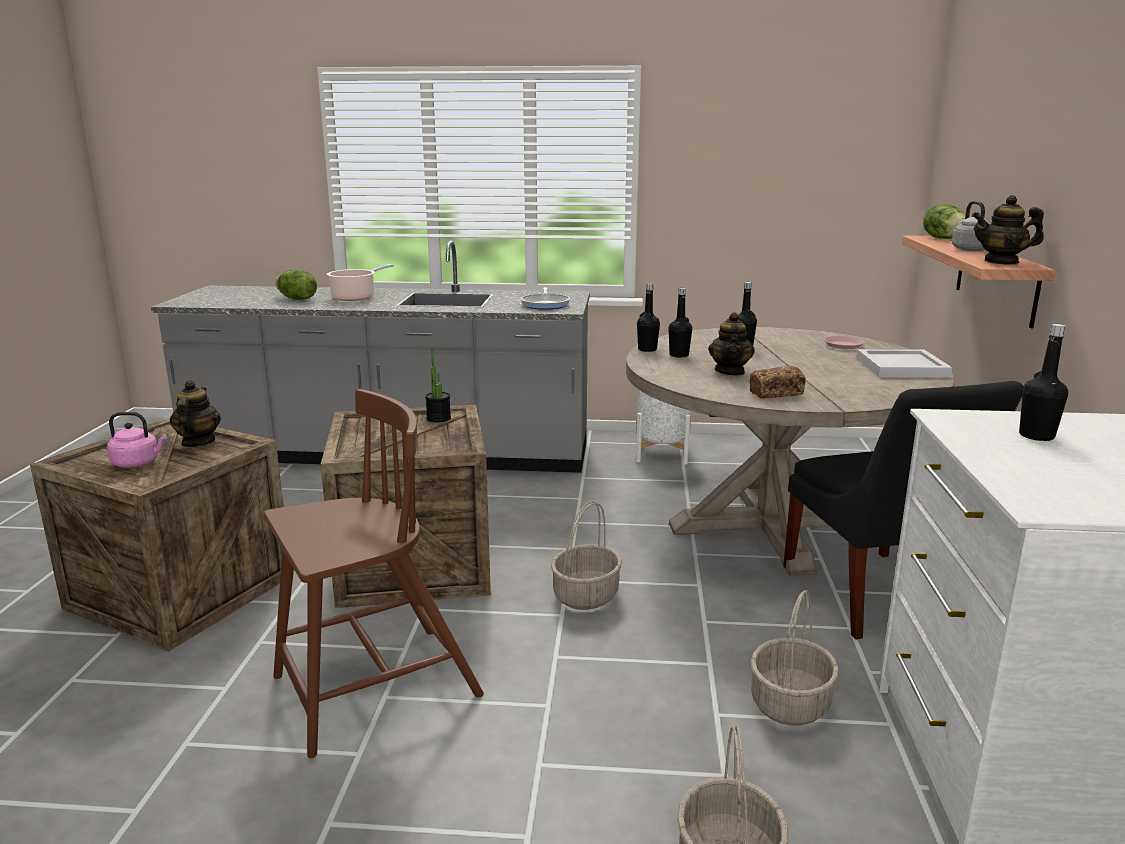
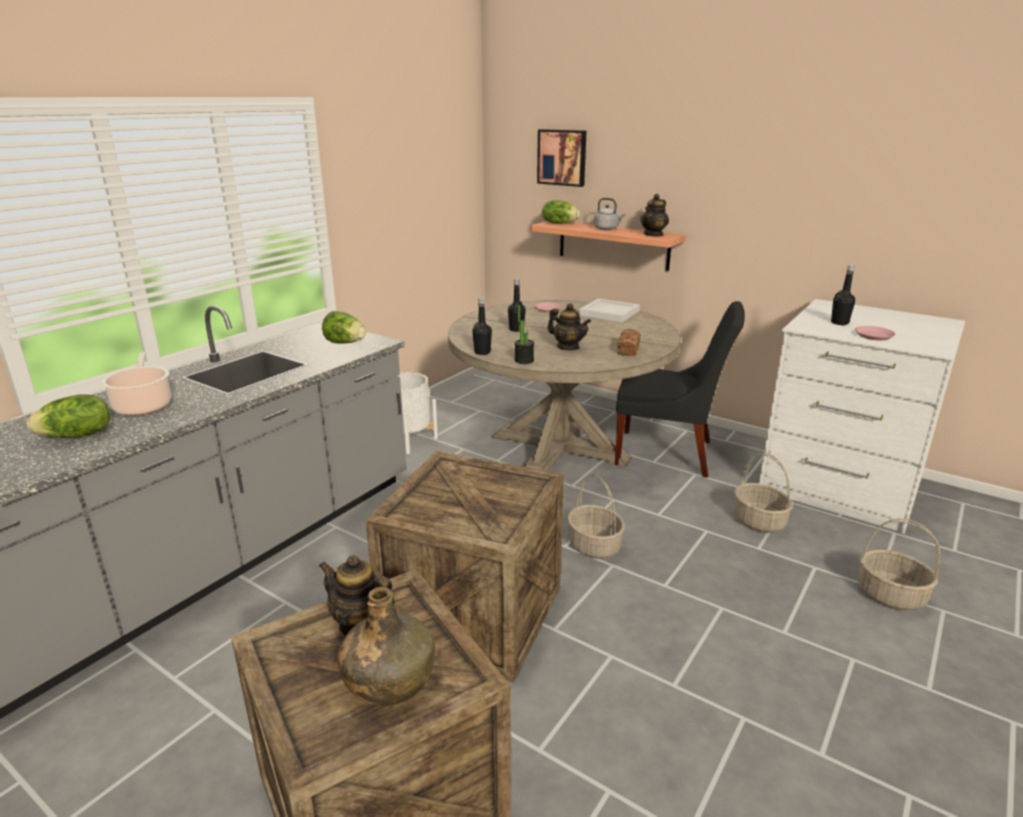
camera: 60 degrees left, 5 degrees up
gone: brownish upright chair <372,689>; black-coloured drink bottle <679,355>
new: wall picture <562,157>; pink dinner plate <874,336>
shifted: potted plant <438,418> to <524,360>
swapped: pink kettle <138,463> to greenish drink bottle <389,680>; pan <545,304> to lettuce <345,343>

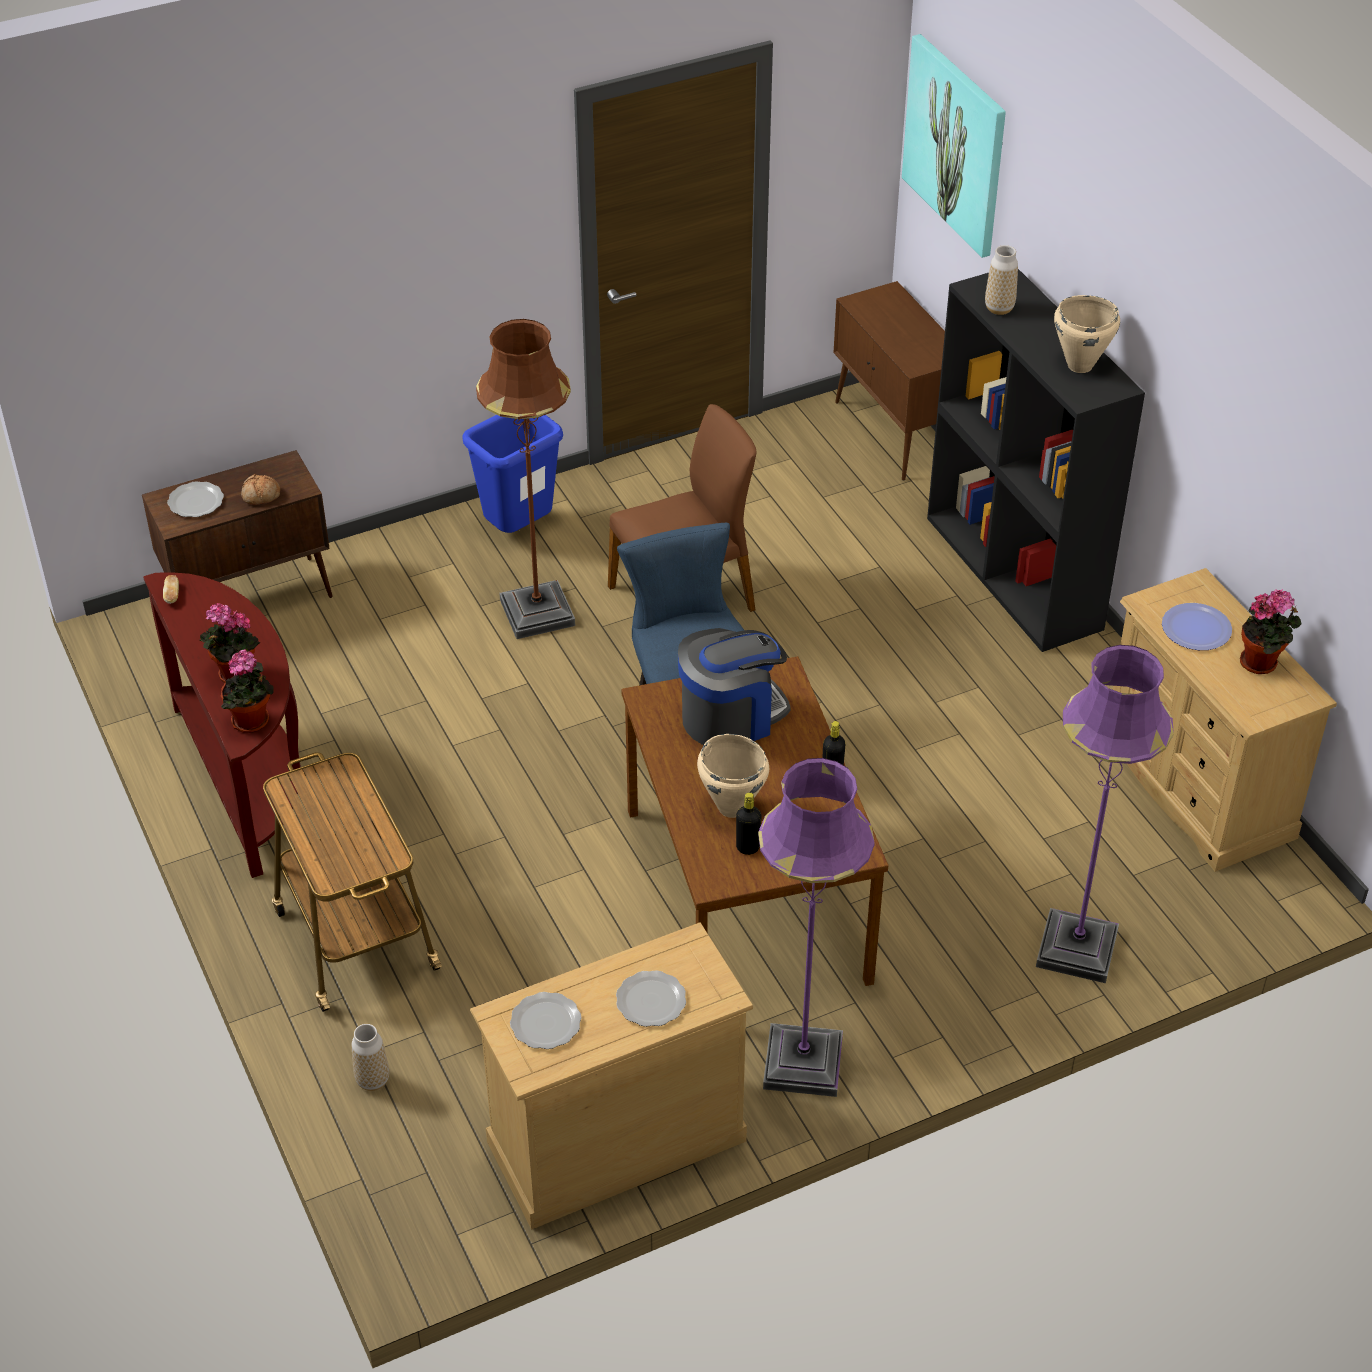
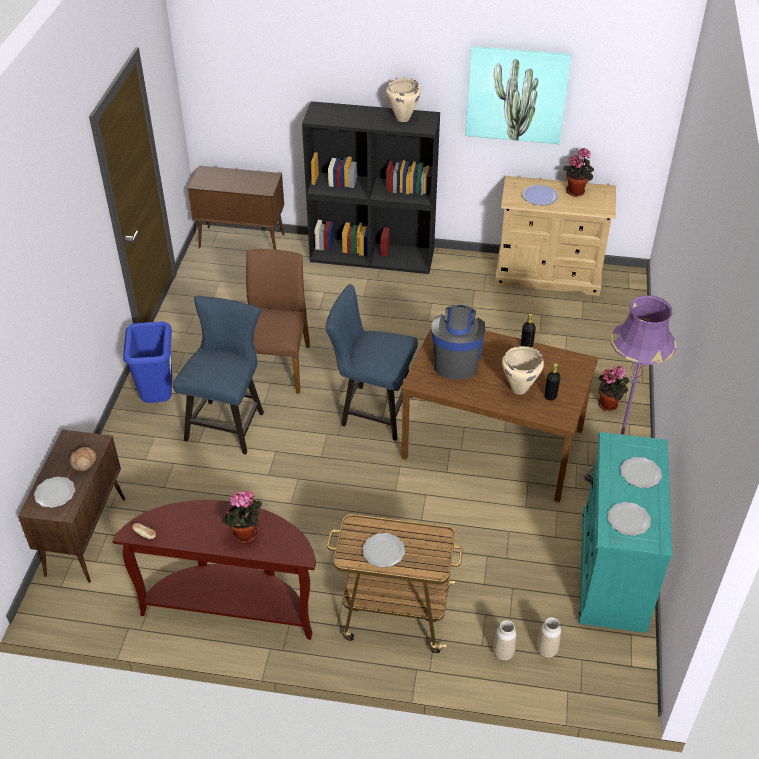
camera: 55 degrees left, 0 degrees up
gone: purplish standard lamp <1076,949>
new: dinner plate <383,552>
shifted: potted plant <252,723> to <609,404>; wall picture <956,144> to <516,94>; vase <999,308> to <546,650>
swapped: brownish standard lamp <537,613> to blue-coloured upright chair <228,422>
repainted: beige-coloured dresser <615,1141> to turquoise dresser <612,571>

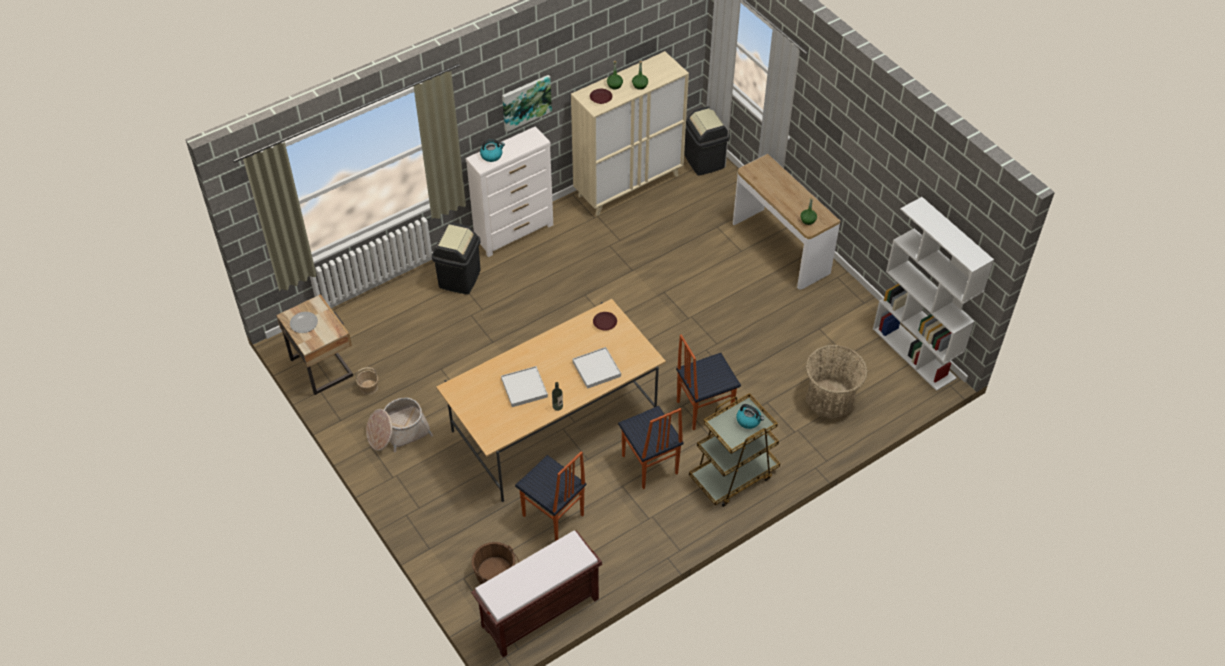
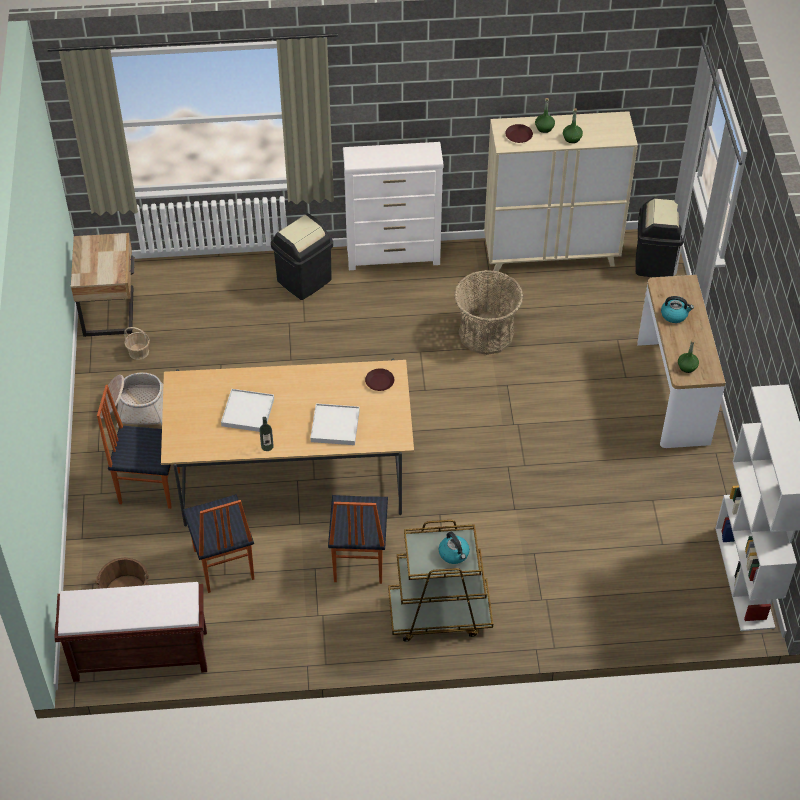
camera: 30 degrees right, 0 degrees up
gone: dinner plate <304,323>; wall picture <526,102>
shifted: kettle <492,155> to <674,315>; upright chair <703,408> to <149,486>; household basket <830,399> to <486,333>

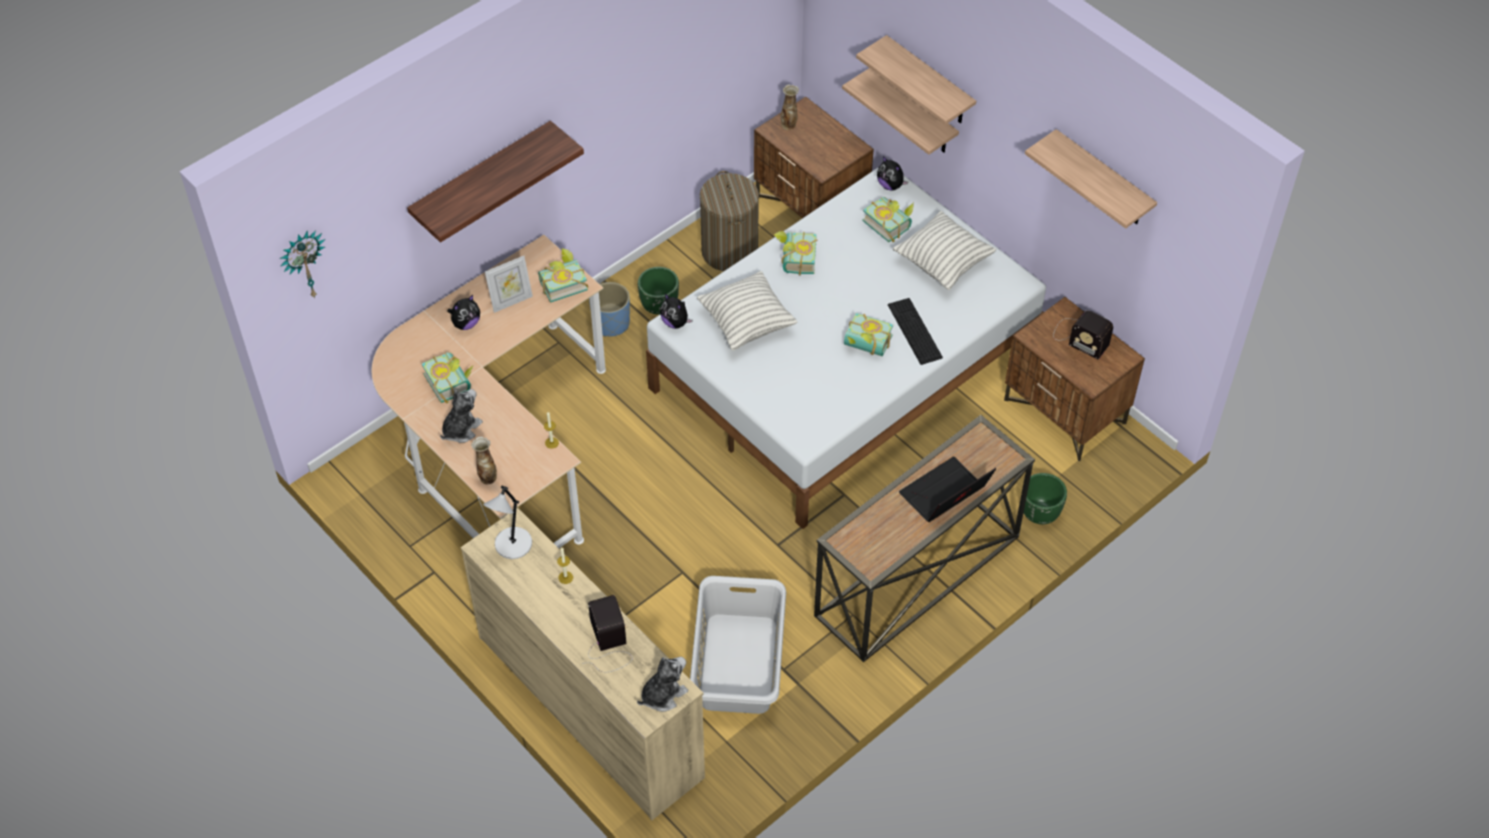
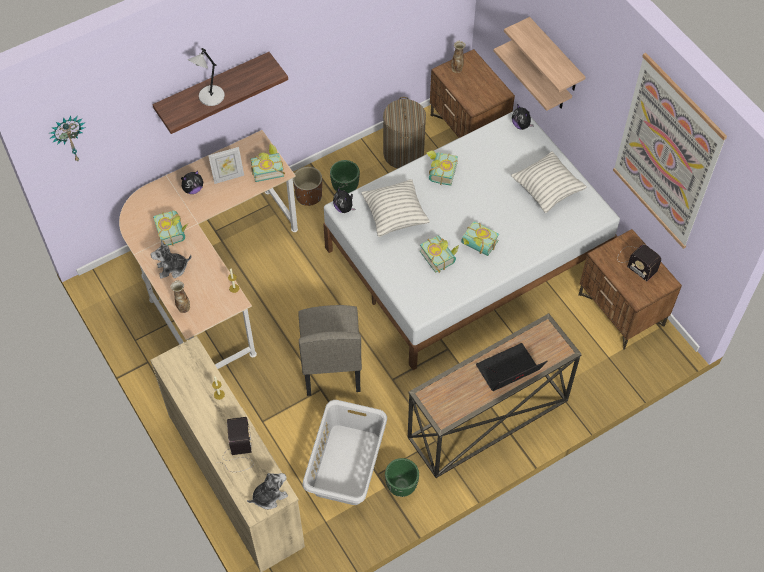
camera: 10 degrees right, 5 degrees up
gone: keyboard <914,331>
new: beige-coloured upright chair <331,364>
shifted: greyish lamp for a table <512,545> to <210,97>; bound book <890,223> to <440,256>; greenish planter <1040,514> to <401,486>
swapped: shelf <1102,180> to wall picture <666,154>
repainted: blue-coloured planter <611,323> to brownish planter <309,195>
rotated: plush toy <461,429> = <172,268> 150 degrees counterclockwise

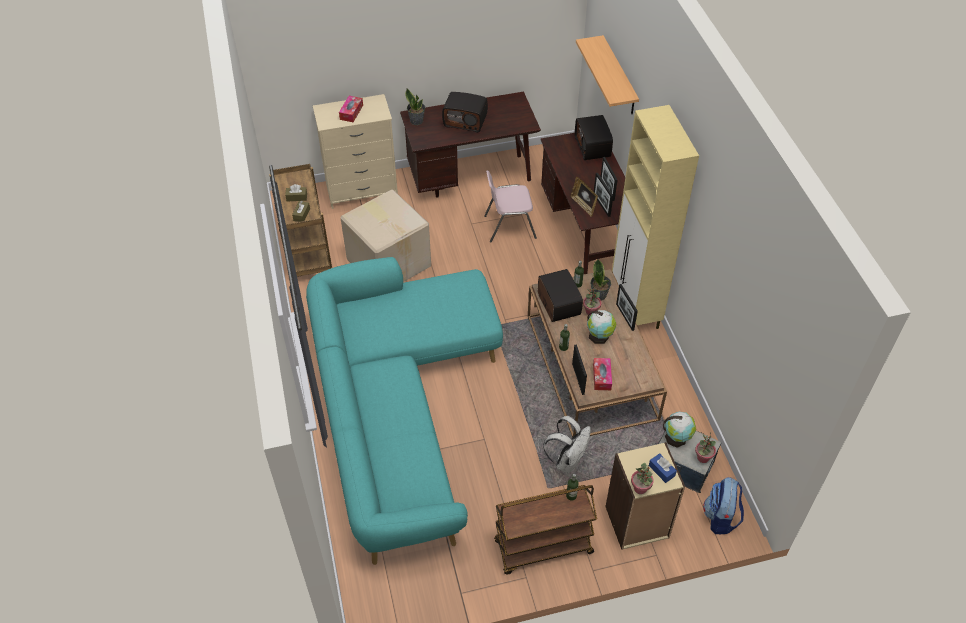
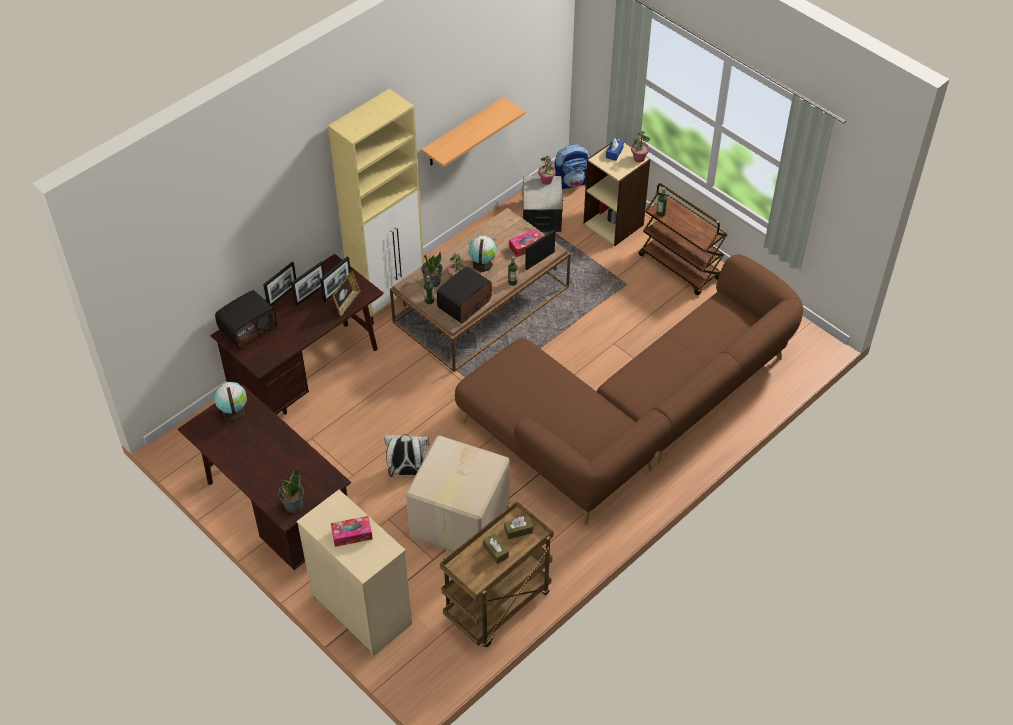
camera: 120 degrees left, 0 degrees up
gone: radio set <465,121>; pink upright chair <509,226>
shifted: white-coloured rucksack <567,460> to <407,471>; shelf <619,77> to <463,133>; photo frame <625,317> to <282,295>; world globe <677,438> to <233,411>
repainted: turquoise sofa <399,408> to brownish sofa <630,416>

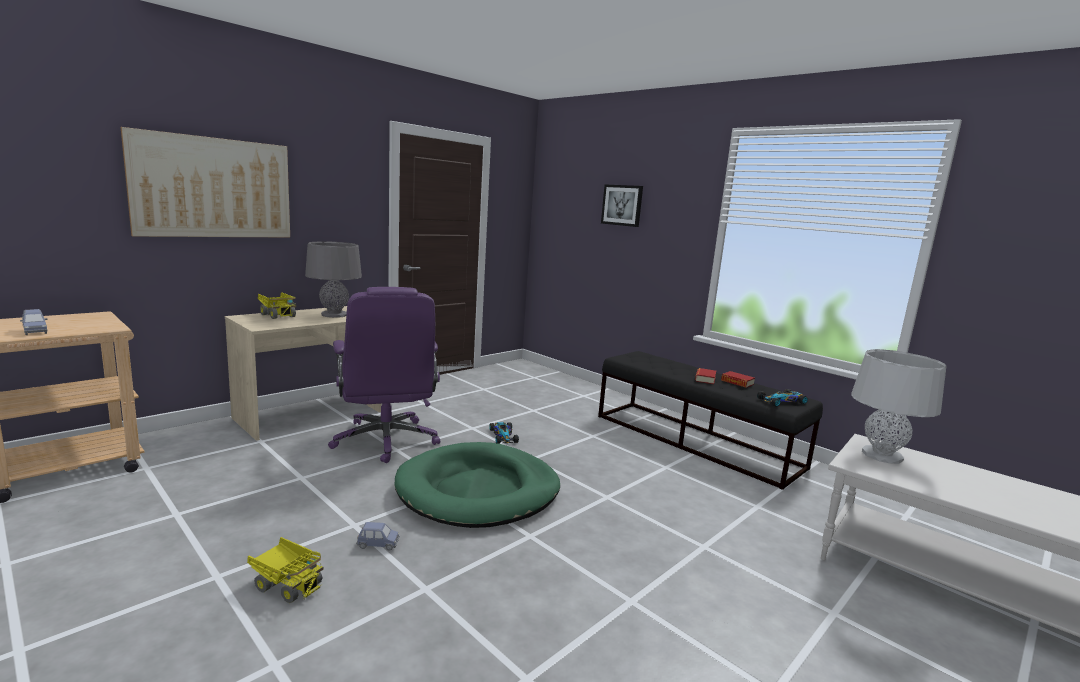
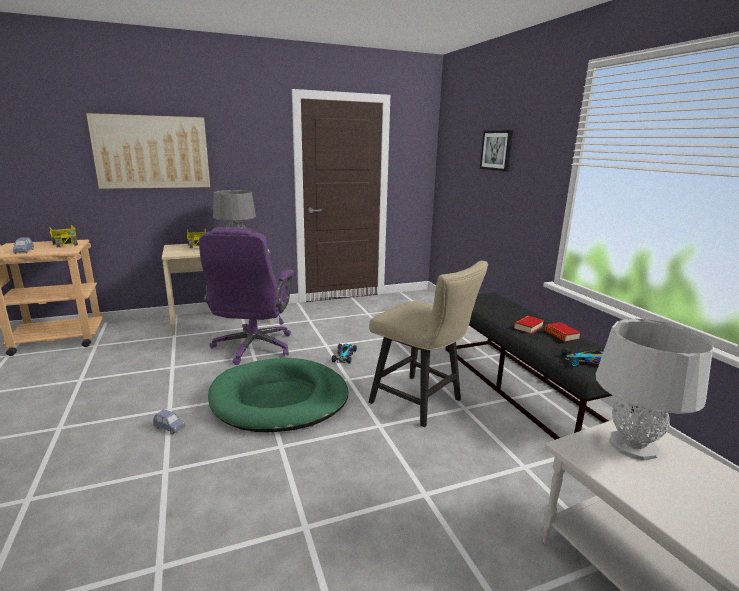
camera: 25 degrees right, 5 degrees up
new: beige-coloured upright chair <421,403>
shifted: toy lorry <287,584> to <66,244>

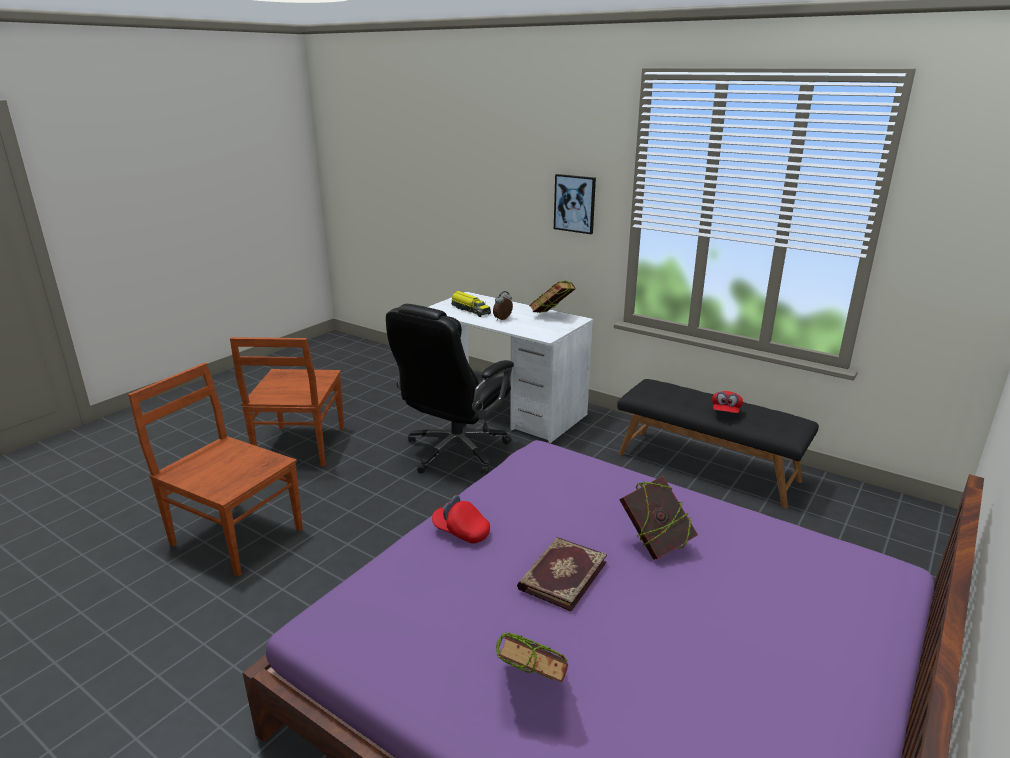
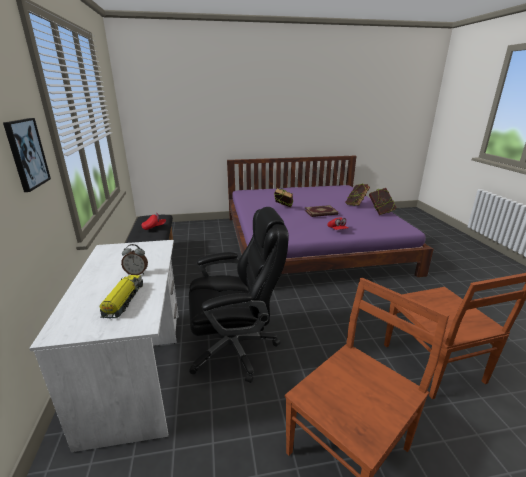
camera: 135 degrees left, 0 degrees up
shifted: bound book <551,316> to <380,212>

